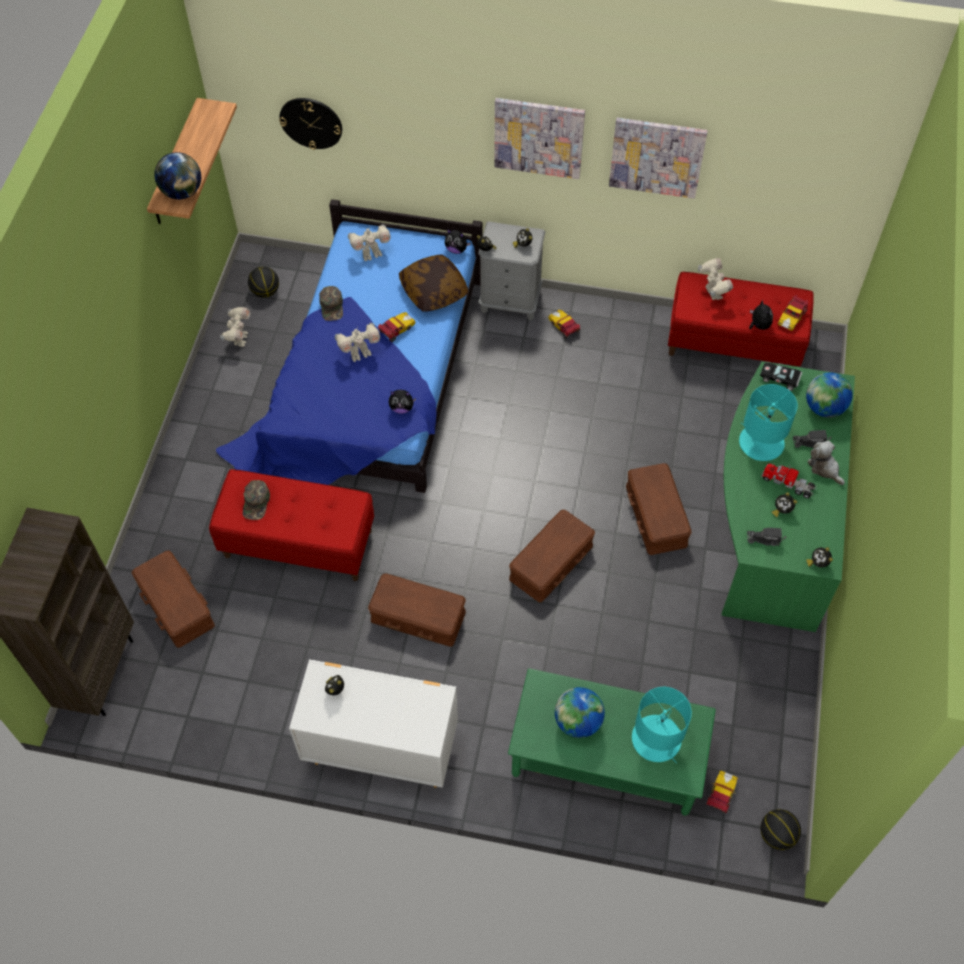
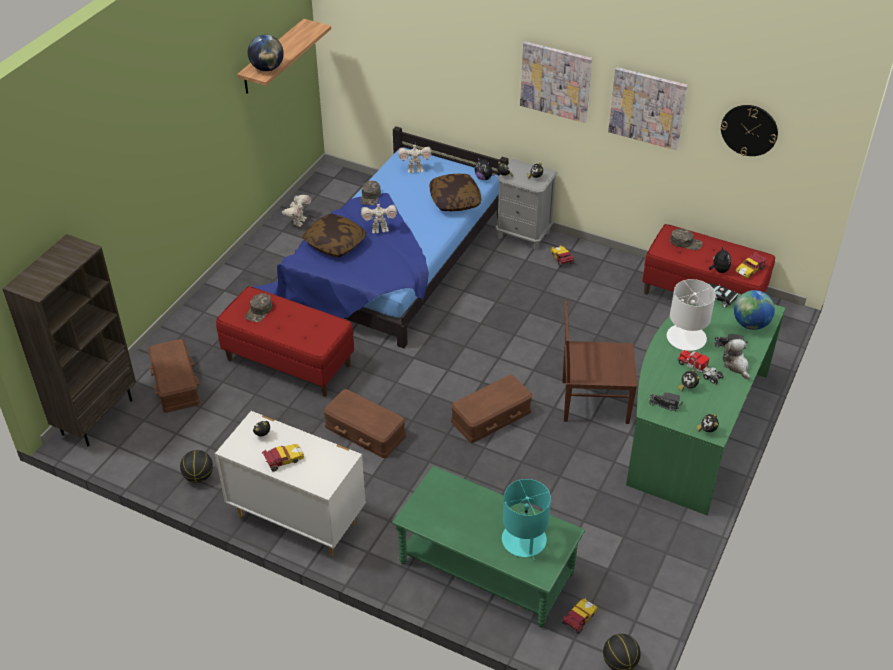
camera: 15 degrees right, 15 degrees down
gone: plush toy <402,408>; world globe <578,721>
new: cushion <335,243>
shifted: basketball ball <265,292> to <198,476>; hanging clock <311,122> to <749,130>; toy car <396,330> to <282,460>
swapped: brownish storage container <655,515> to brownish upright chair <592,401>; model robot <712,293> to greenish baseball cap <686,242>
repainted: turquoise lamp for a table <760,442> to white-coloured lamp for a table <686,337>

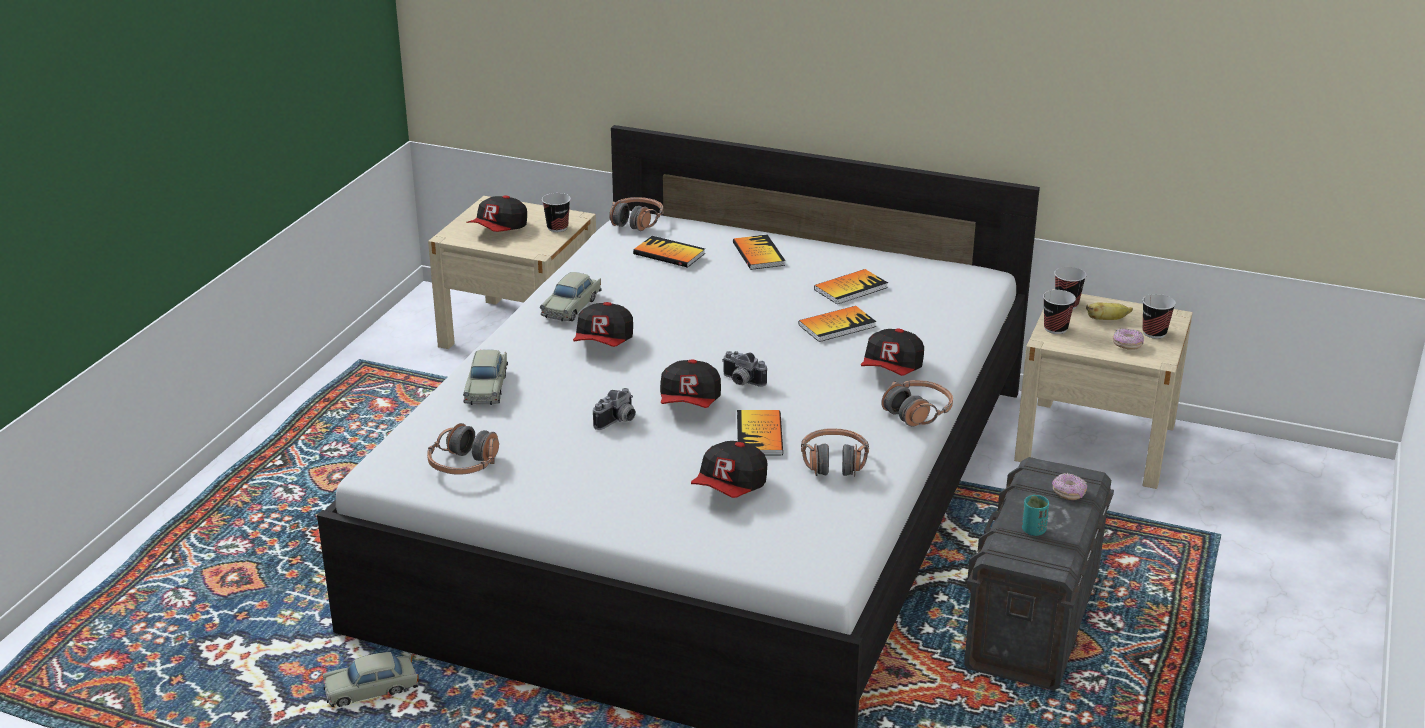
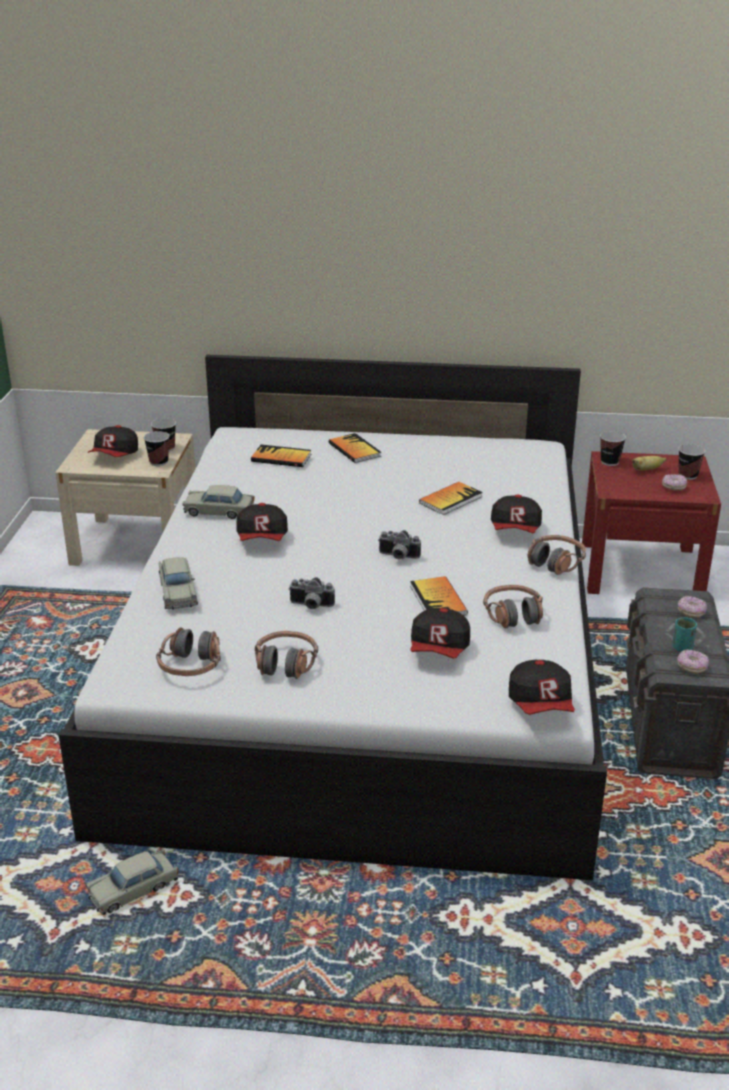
camera: 15 degrees left, 0 degrees up
gone: bound book <850,288>
new: donut <691,667>
shifted: headset <636,221> to <285,664>; baseball cap <690,403> to <541,705>; cup <1055,328> to <159,462>
repainted: beige-coloured nightstand <1095,442> to red nightstand <641,569>
rotated: beige-coloured toy car <572,306> = <219,512> 90 degrees clockwise; photo camera <618,421> = <311,606> 75 degrees clockwise

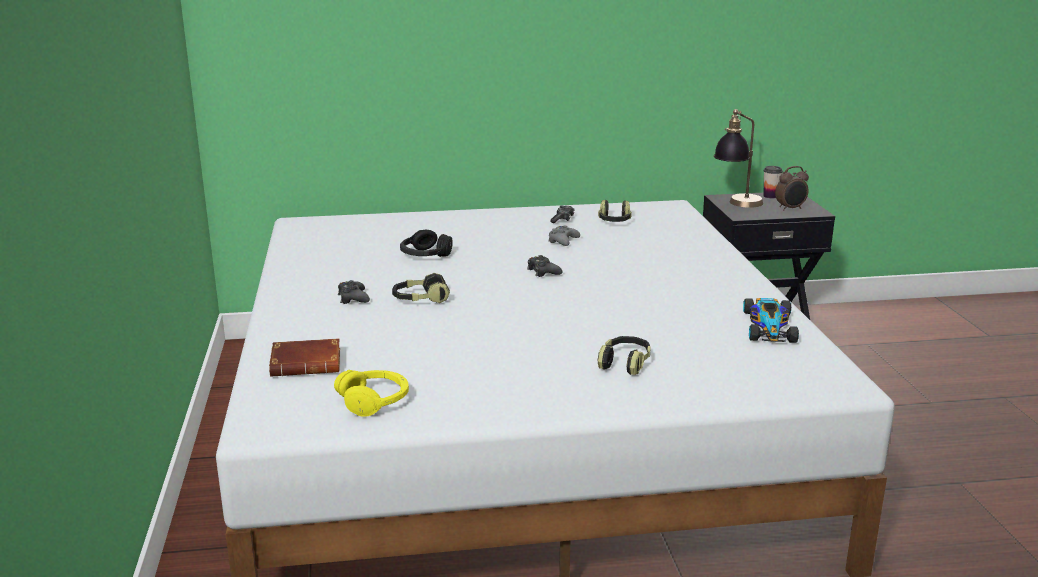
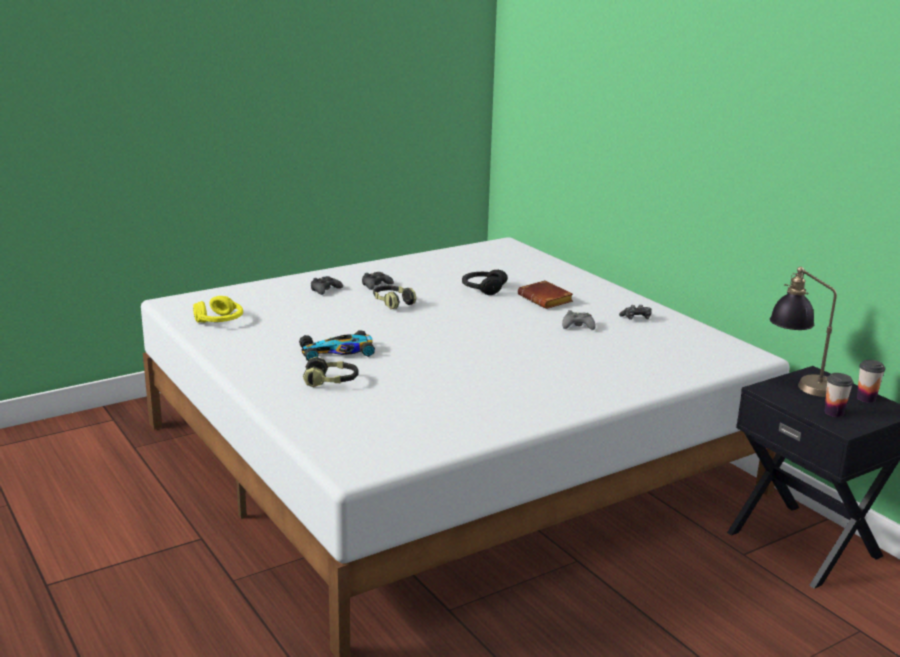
camera: 65 degrees right, 0 degrees up
gone: headset <614,221>
shifted: brownish bound book <308,364> to <547,300>; black-coloured joypad <543,271> to <325,290>; toy car <769,326> to <339,352>
swapped: alarm clock <790,208> to cup <834,412>

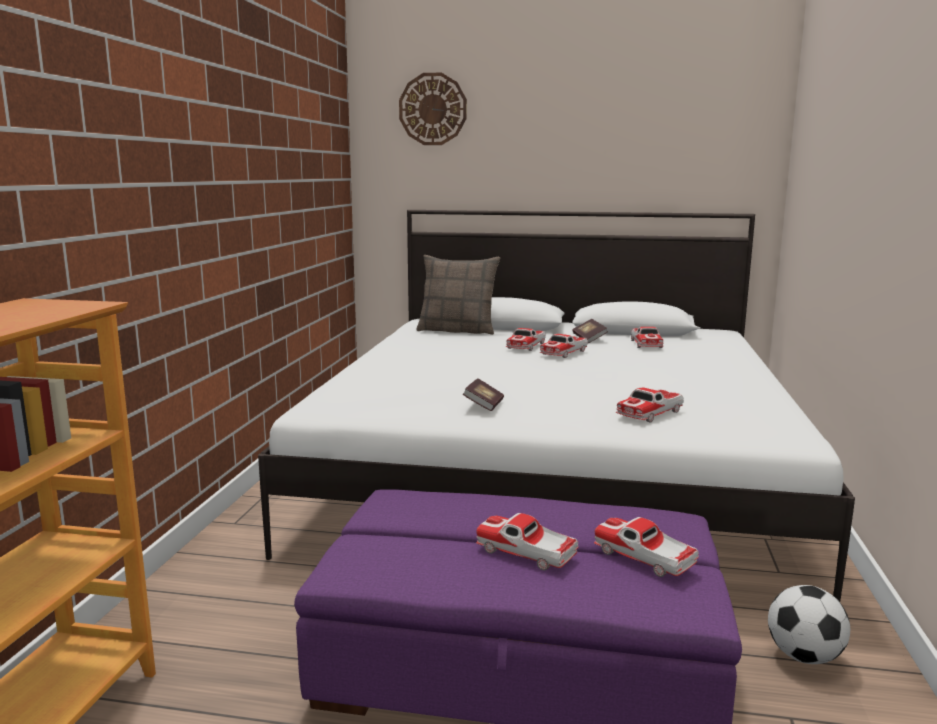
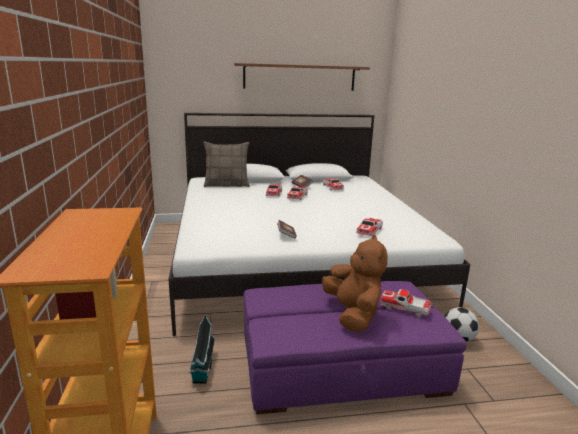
camera: 20 degrees left, 5 degrees up
gone: hanging clock <433,109>
new: toy house <203,368>; brownish shelf <299,77>
swapped: toy car <526,552> to brownish plush toy <353,314>

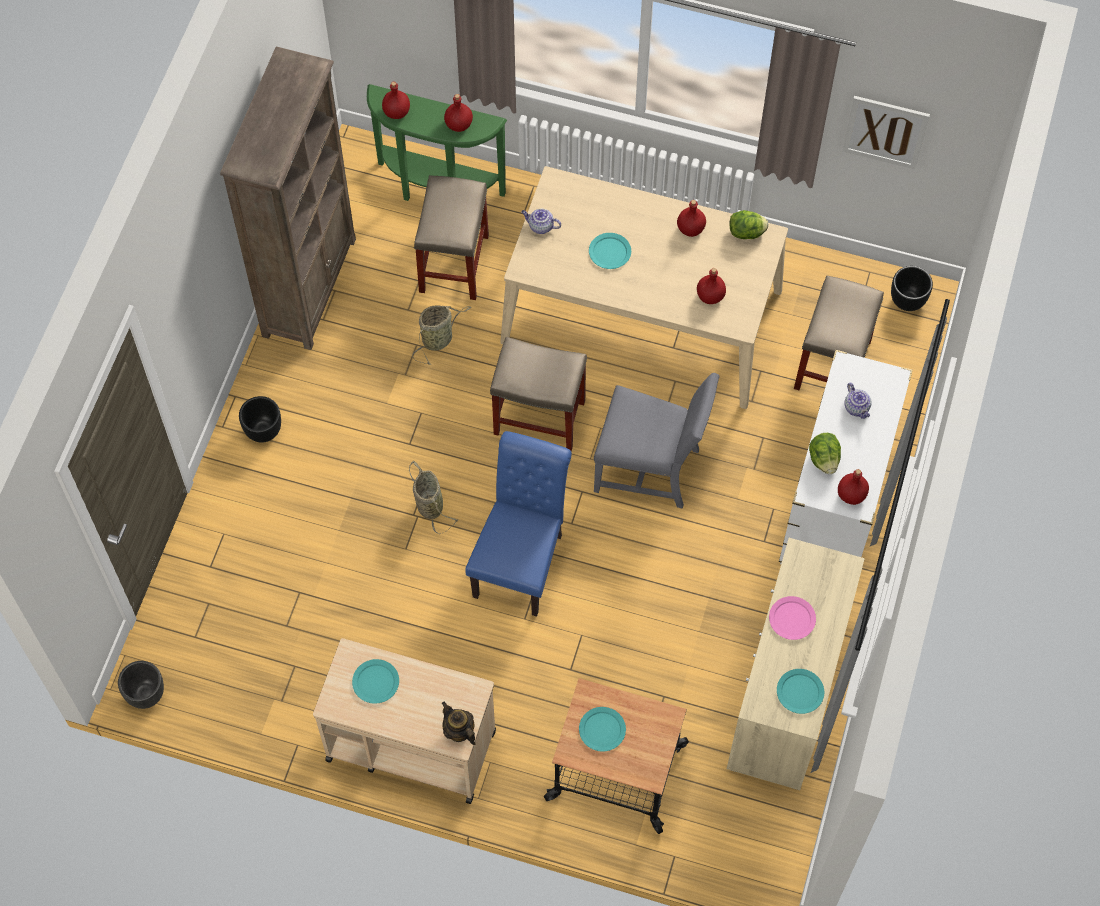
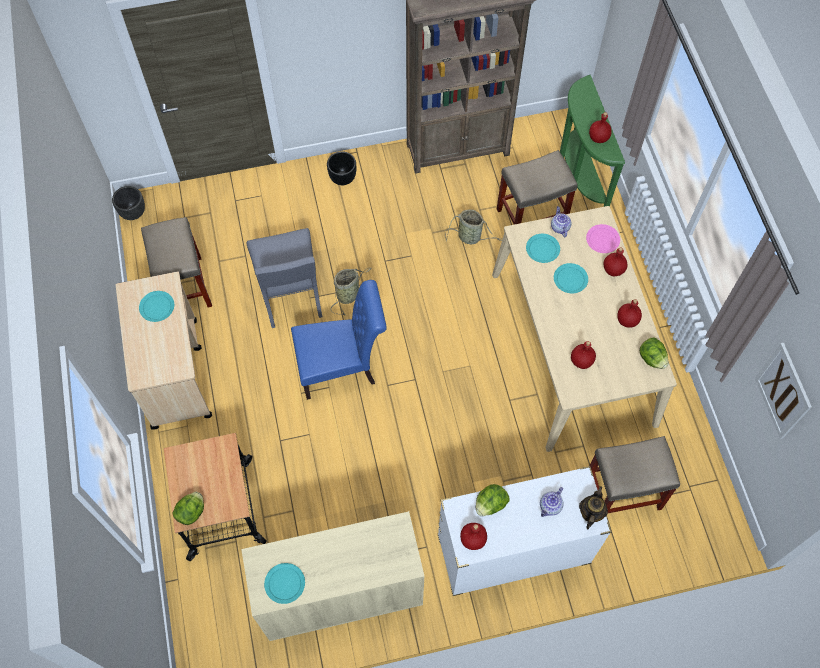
camera: 60 degrees right, 0 degrees up
gone: black-coloured planter <907,301>
new: lettuce <191,512>
shifted: red drink bottle <396,112> to <613,270>; teapot <459,731> to <590,513>; beige-coloured sitting stool <538,417> to <184,285>; turquoise dinner plate <602,729> to <543,249>; greyish upright chair <651,468> to <291,296>; pink dinner plate <792,619> to <602,240>

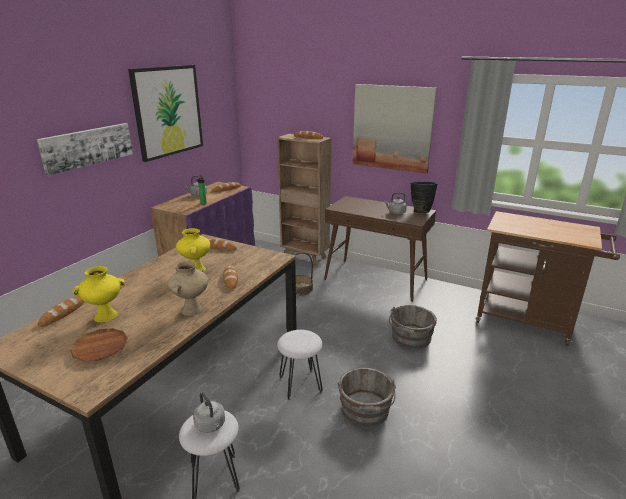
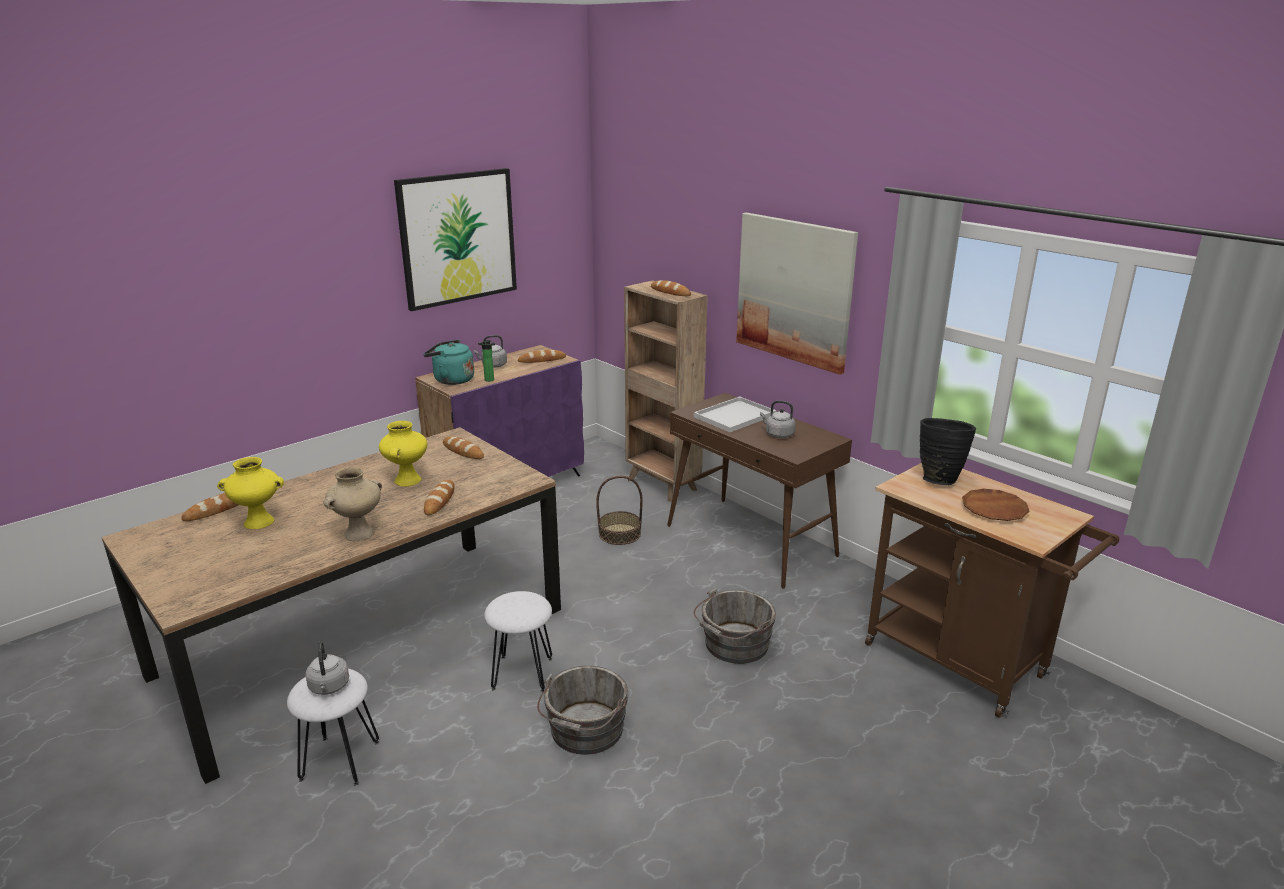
camera: 20 degrees right, 0 degrees up
gone: wall picture <87,147>
new: turquoise kettle <451,380>; white-coloured carrying tray <735,415>
shifted: brownish dinner plate <100,348> to <994,509>; black-coloured vase <420,211> to <938,479>

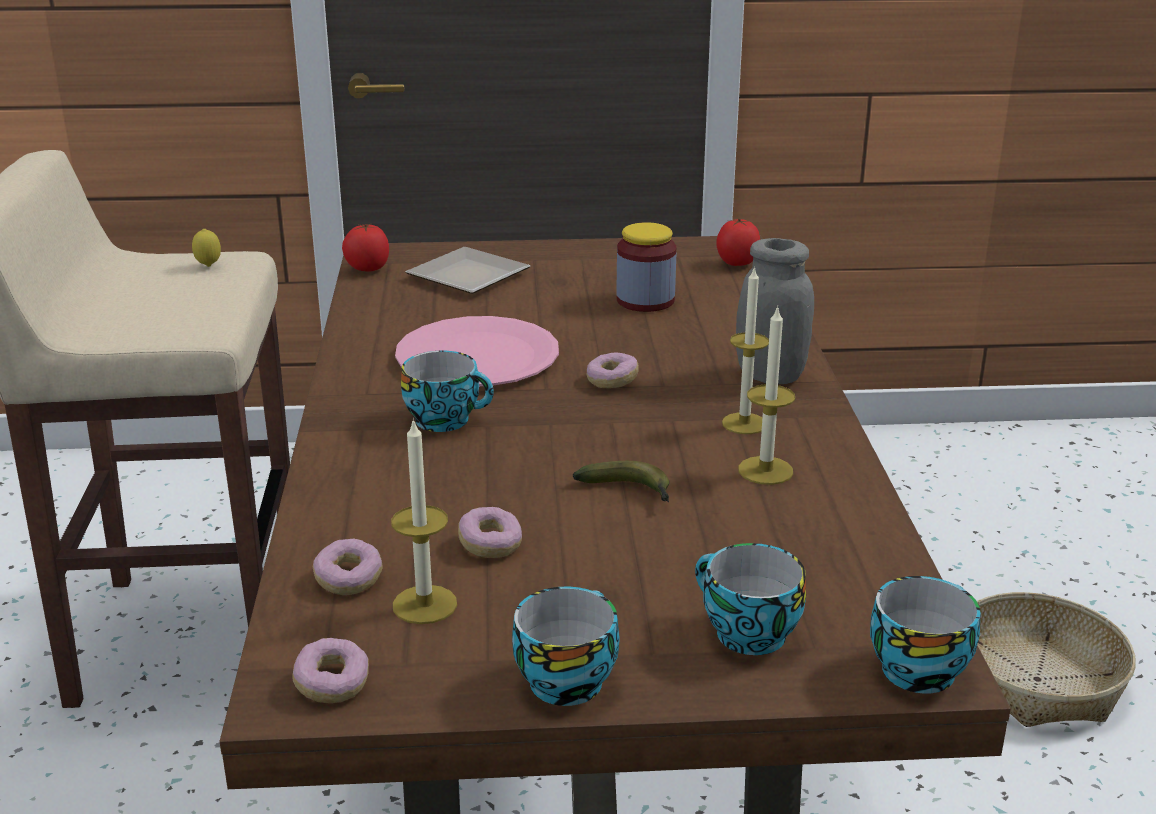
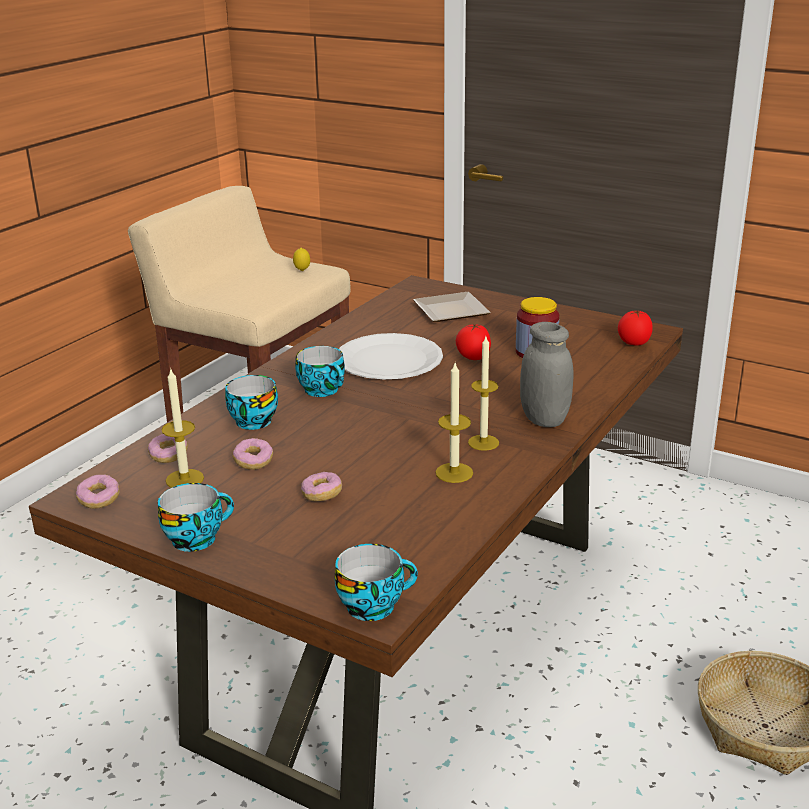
camera: 35 degrees right, 0 degrees up
gone: banana fruit <630,492>
shifted: tomato <367,269> to <473,358>; donut <612,381> to <322,495>; cup <744,634> to <251,420>
repainted: pink dinner plate <478,357> to white-coloured dinner plate <389,360>

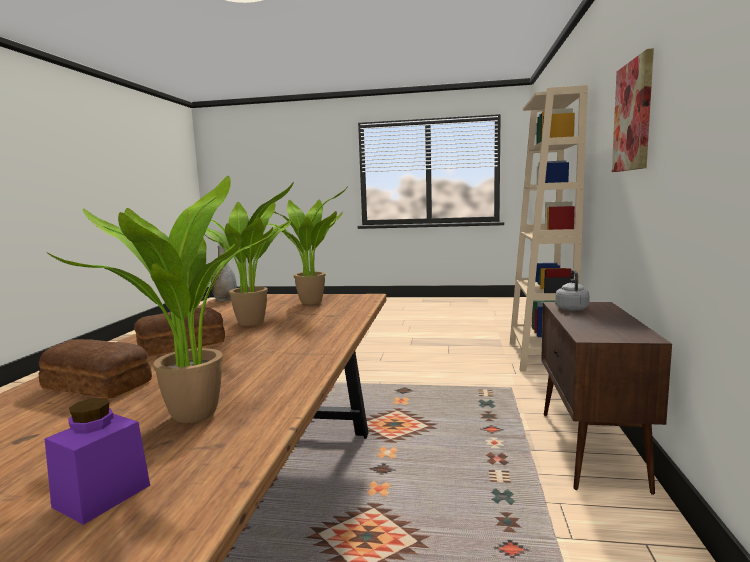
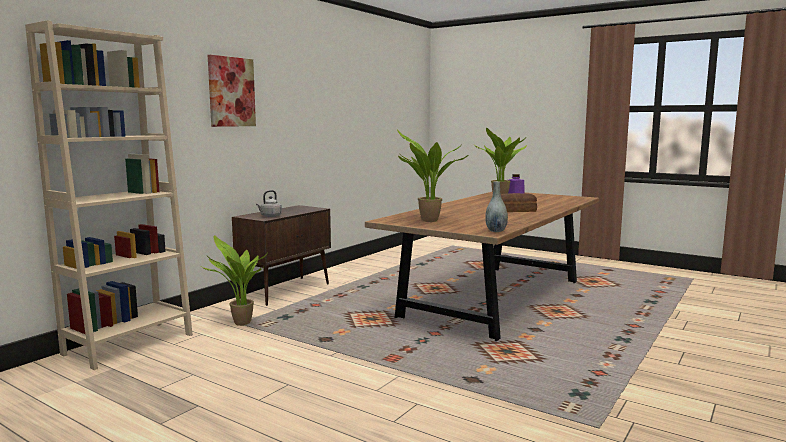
camera: 155 degrees left, 0 degrees up
gone: baked bread <97,384>
shifted: potted plant <254,322> to <239,324>

